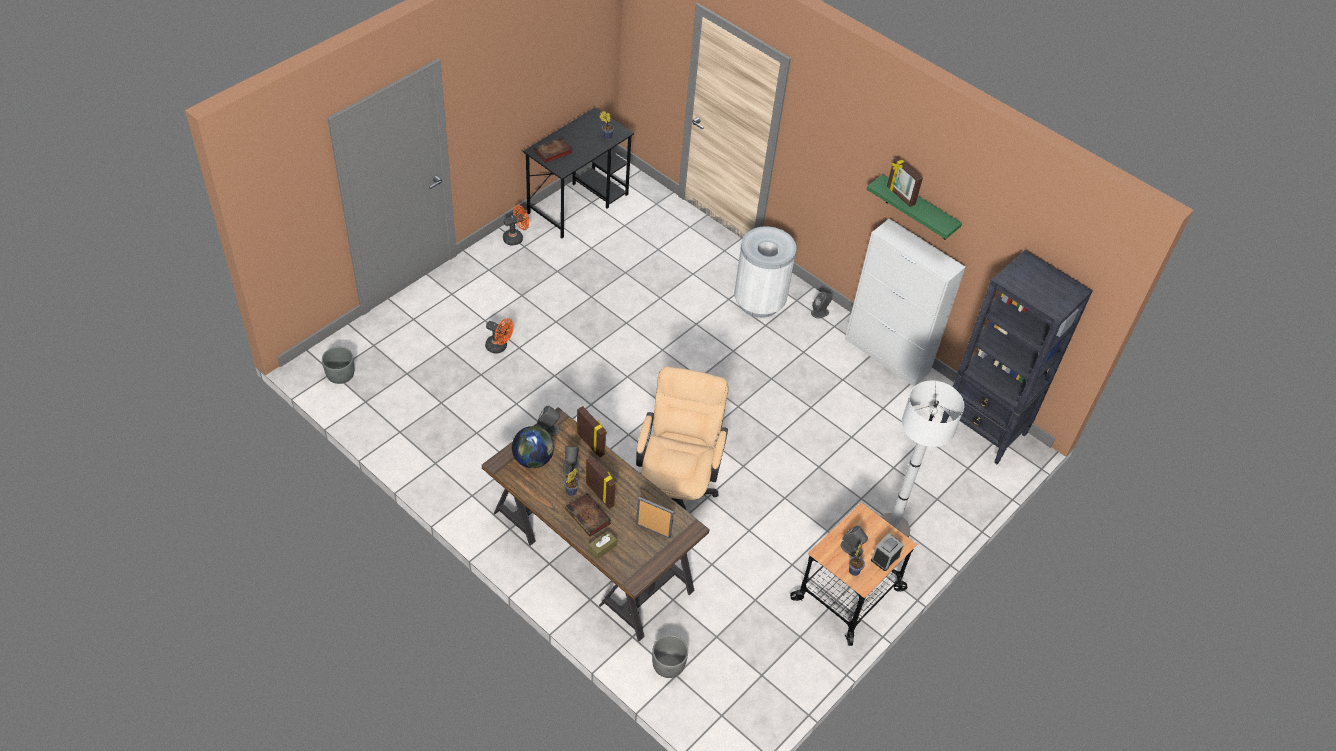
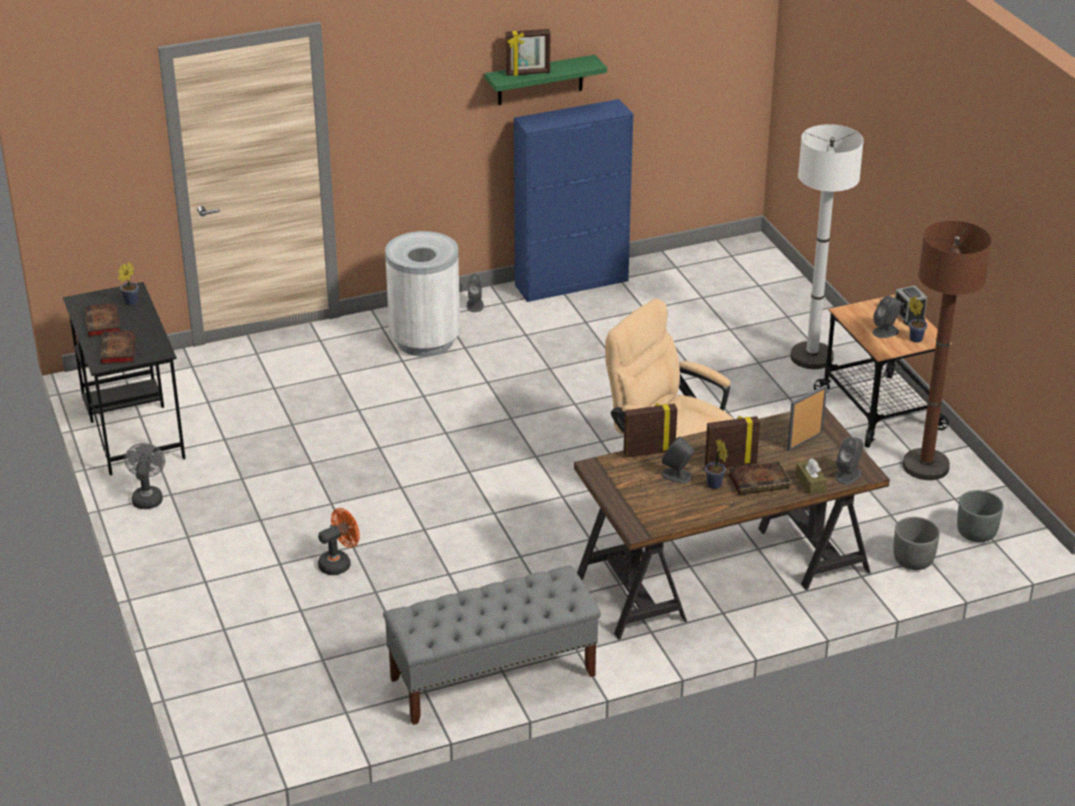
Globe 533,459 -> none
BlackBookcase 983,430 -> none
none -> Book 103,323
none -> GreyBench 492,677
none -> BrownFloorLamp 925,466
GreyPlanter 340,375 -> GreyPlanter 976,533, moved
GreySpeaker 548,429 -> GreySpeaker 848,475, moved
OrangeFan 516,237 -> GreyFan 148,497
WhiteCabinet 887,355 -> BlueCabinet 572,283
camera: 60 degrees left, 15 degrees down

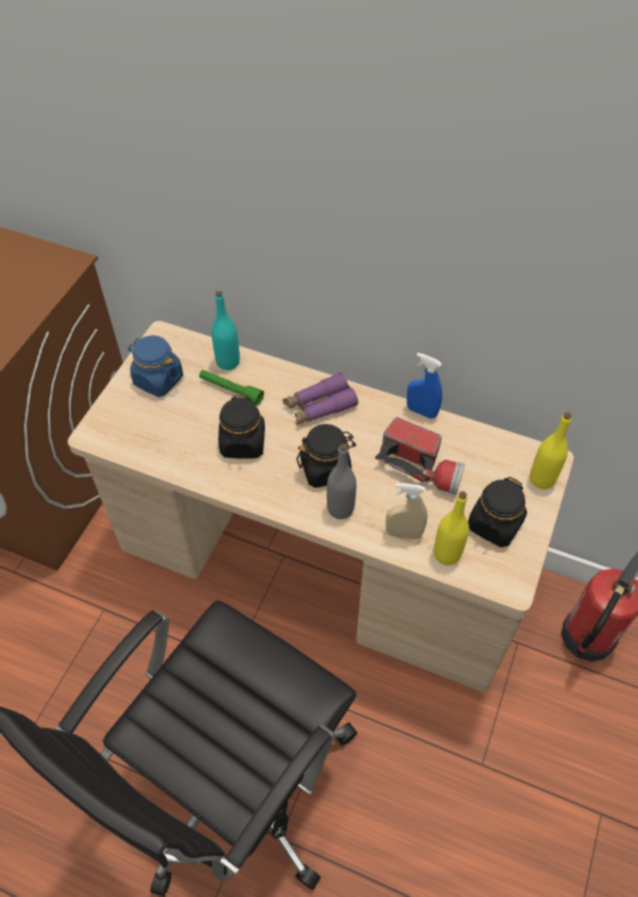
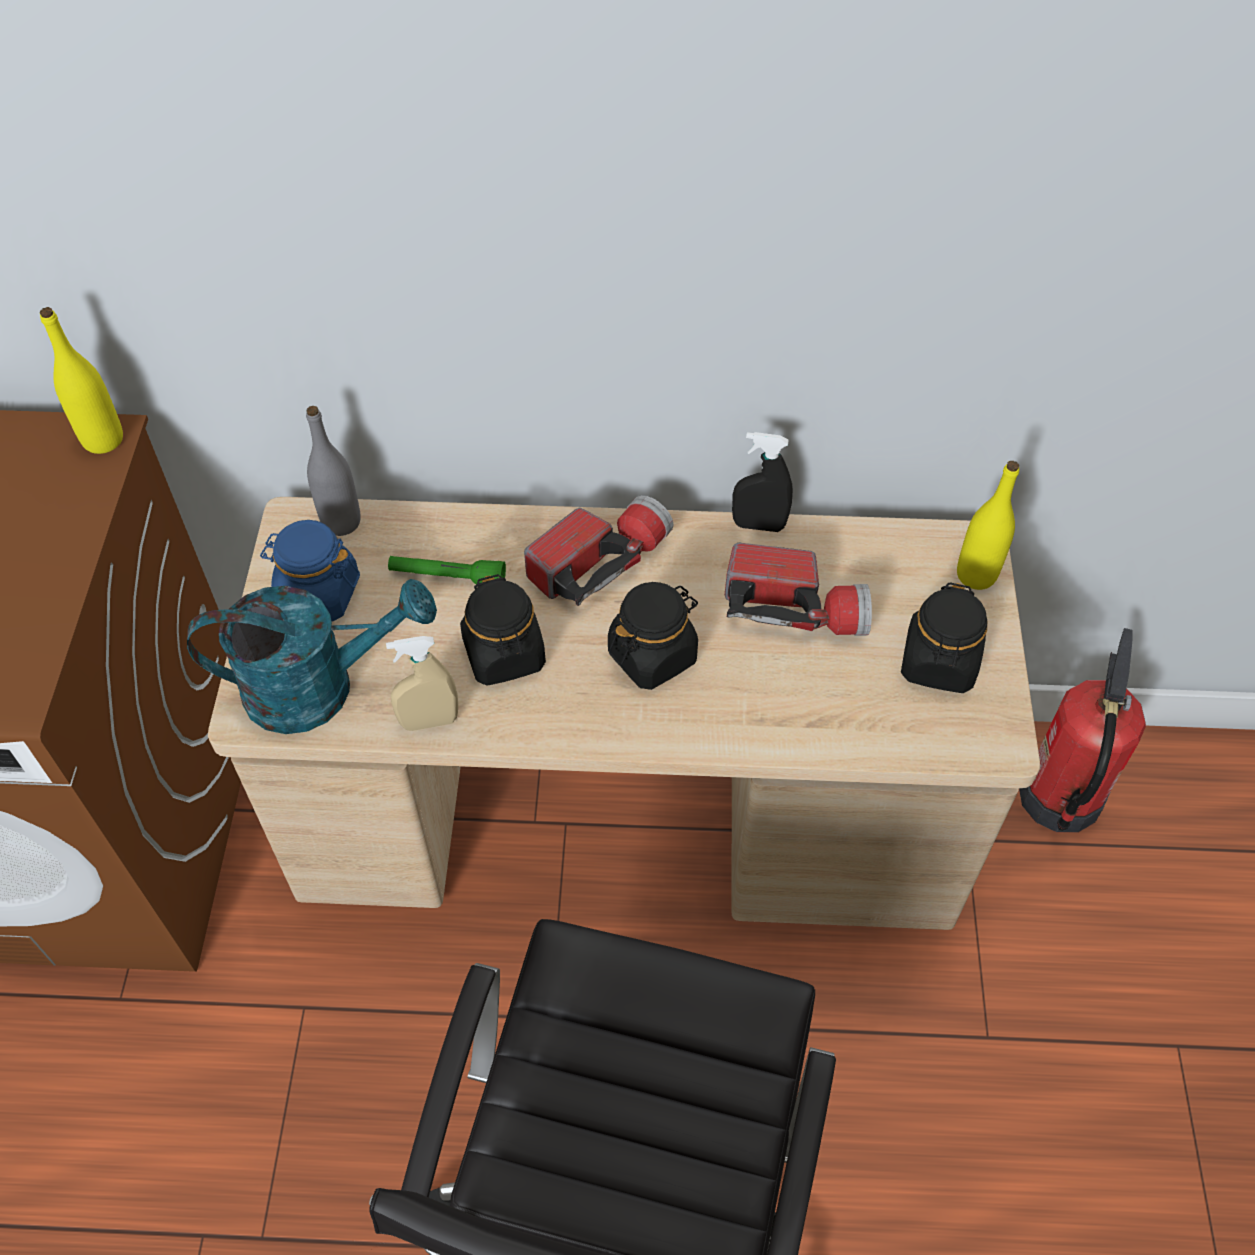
TurquoiseBottle 228,362 -> none
none -> TurquoiseWateringCan 319,686
GreyBottle 340,508 -> GreyBottle 341,522, moved
BeigeSprayBottle 404,533 -> BeigeSprayBottle 429,721, moved
YellowBottle 447,554 -> YellowBottle 103,439, moved
PurpleBinoculars 319,406 -> Flashlight 599,561
BlueSprayBottle 421,411 -> BlackSprayBottle 758,525
camera: 20 degrees left, 0 degrees up

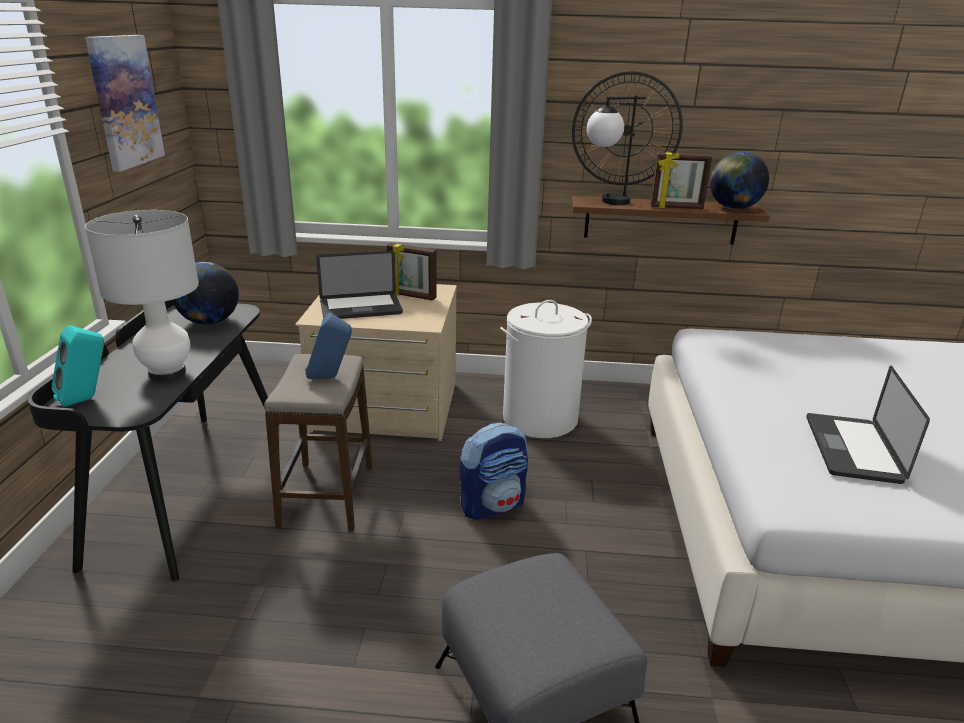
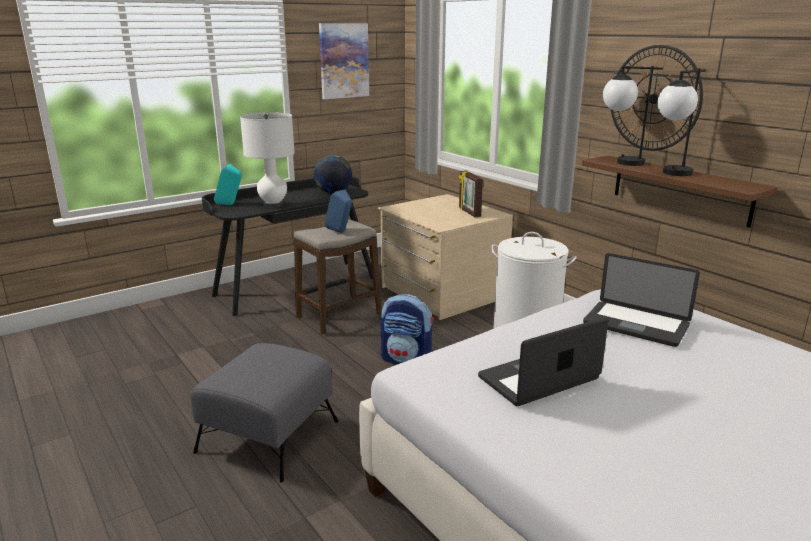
Globe 733,208 -> none
Laptop 361,308 -> Laptop 635,325, moved
PictureFrame 676,208 -> TableLamp 670,174
camera: 50 degrees right, 5 degrees down

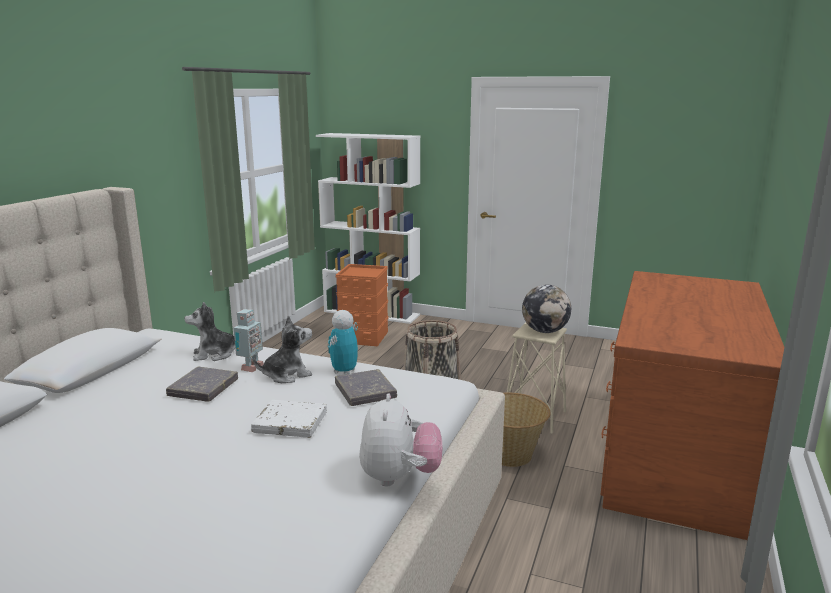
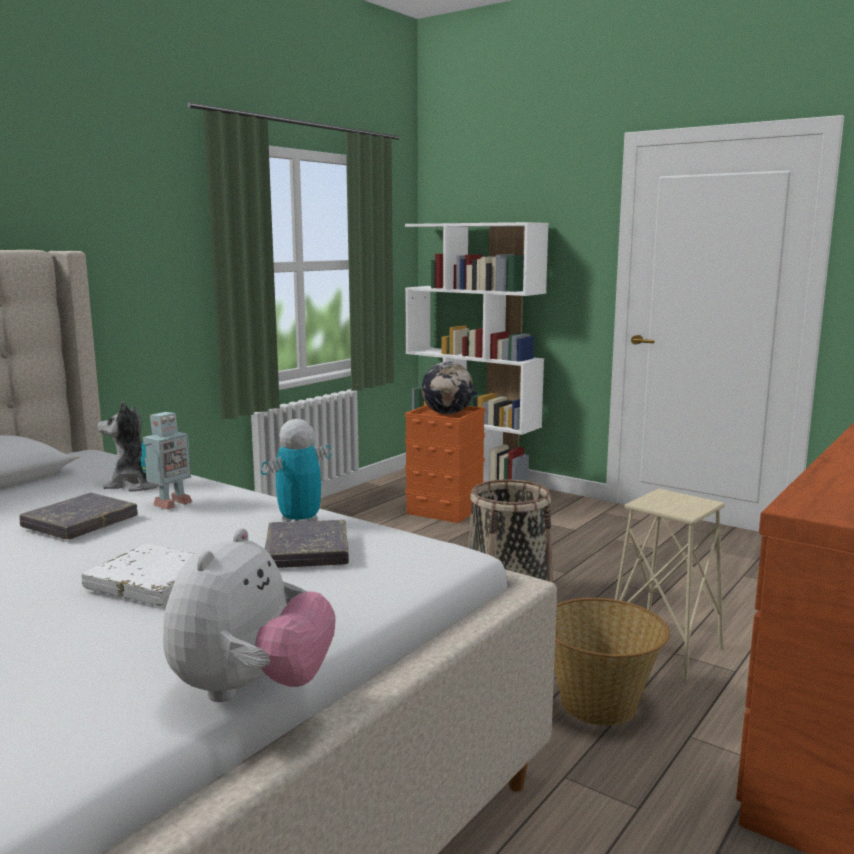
PlushToy 287,375 -> none
Globe 545,331 -> Globe 447,413, moved
camera: 15 degrees right, 5 degrees down

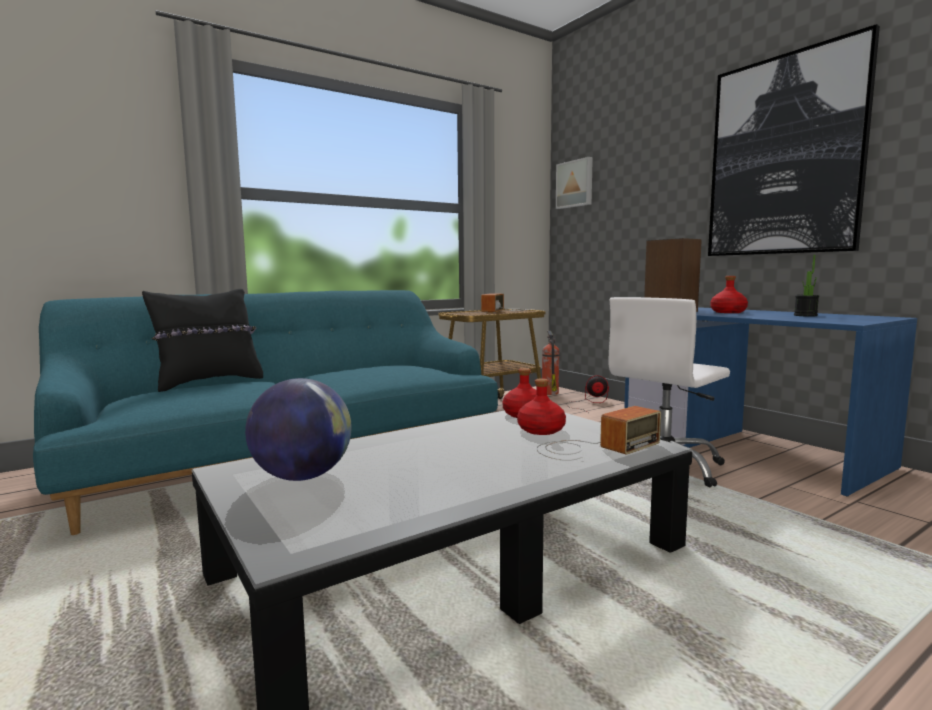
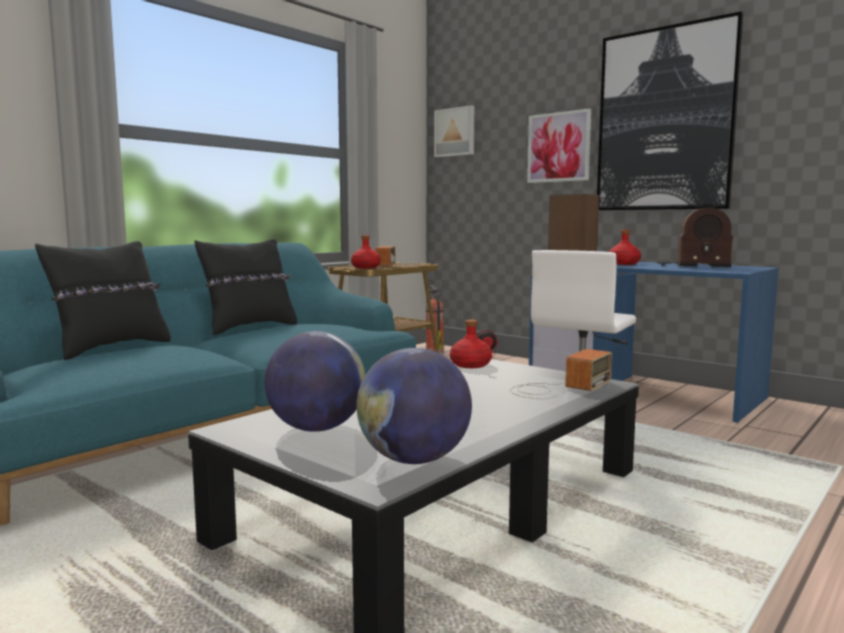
none -> BlackPillow 249,327
none -> Globe 414,460
none -> Picture 558,147
RedBottle 541,430 -> RedBottle 366,267, moved
PottedPlant 805,315 -> Radio 692,266
camera: 15 degrees left, 0 degrees up

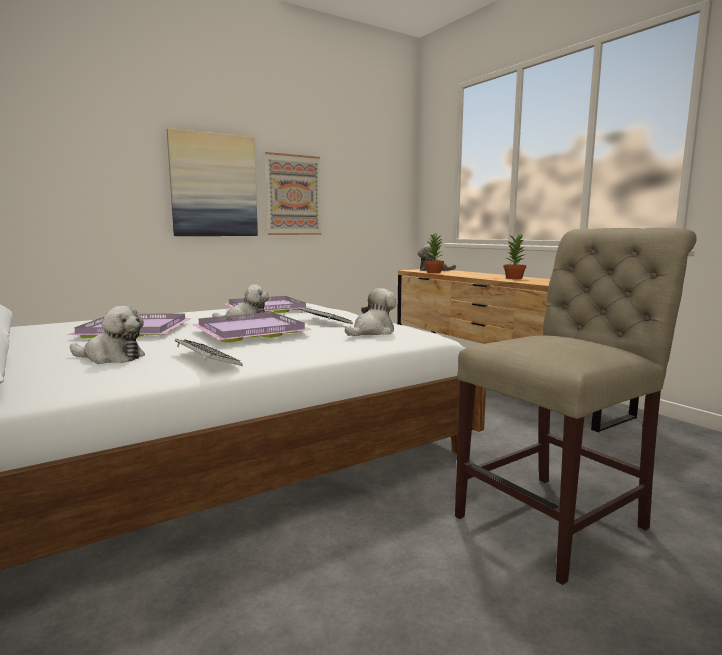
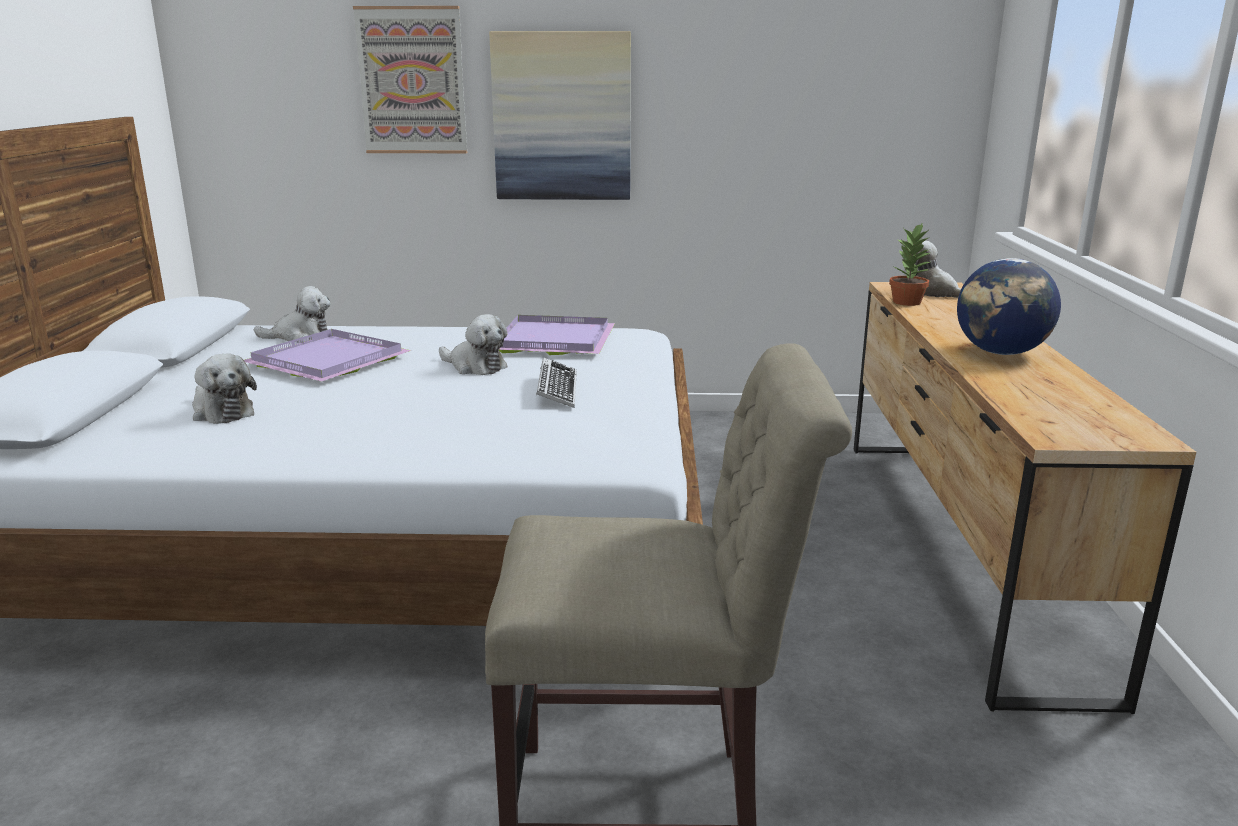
Keyboard 206,359 -> none
PurpleTray 249,331 -> none
Picture 293,195 -> Picture 412,81, moved
PlushToy 372,332 -> PlushToy 300,336, moved
PottedPlant 514,278 -> Globe 1001,353
camera: 35 degrees right, 10 degrees up

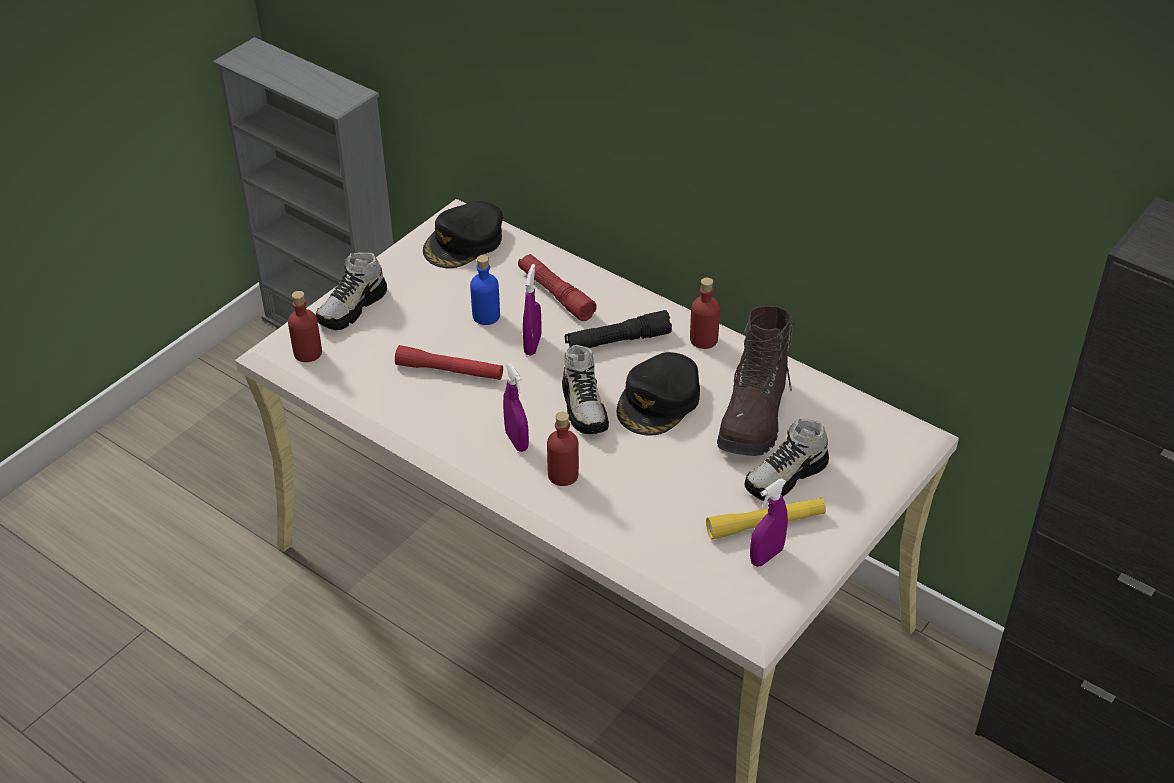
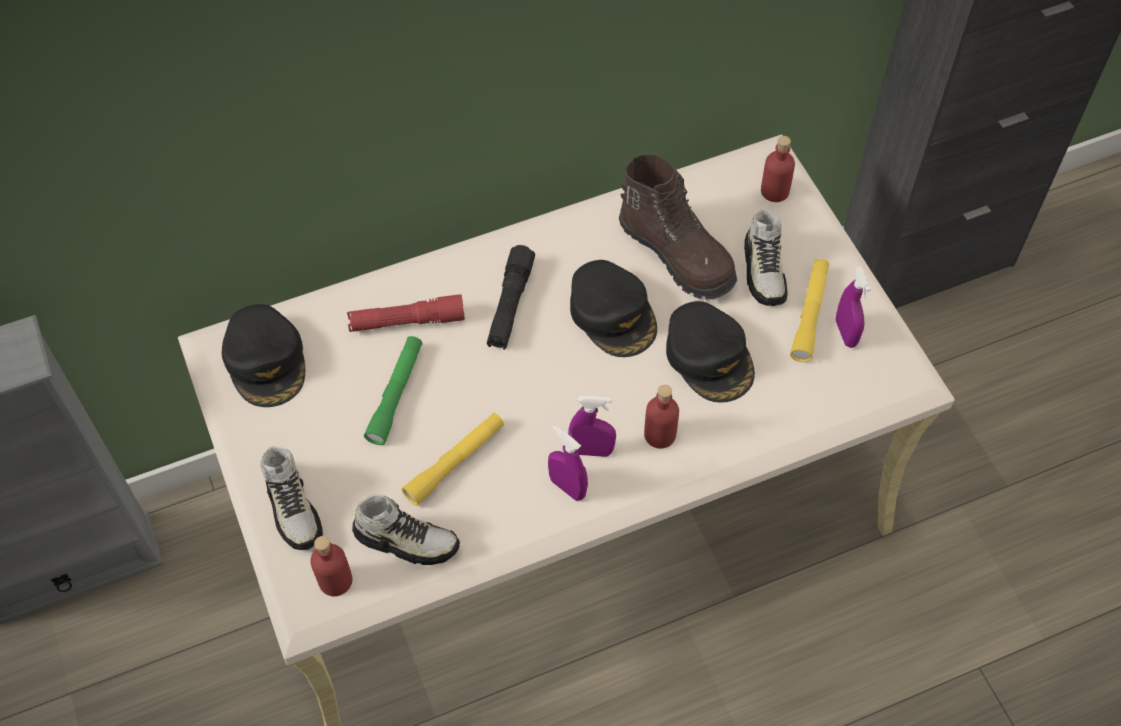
none -> BlackCap 710,357
PurpleSprayBottle 532,345 -> PurpleSprayBottle 567,487, moved
Shoe 584,407 -> Shoe 407,540, moved
RedBottle 703,339 -> RedBottle 774,191, moved
BlueBottle 486,316 -> GreenFlashlight 396,394
RedFlashlight 449,371 -> YellowFlashlight 455,462
camera: 60 degrees left, 15 degrees up

